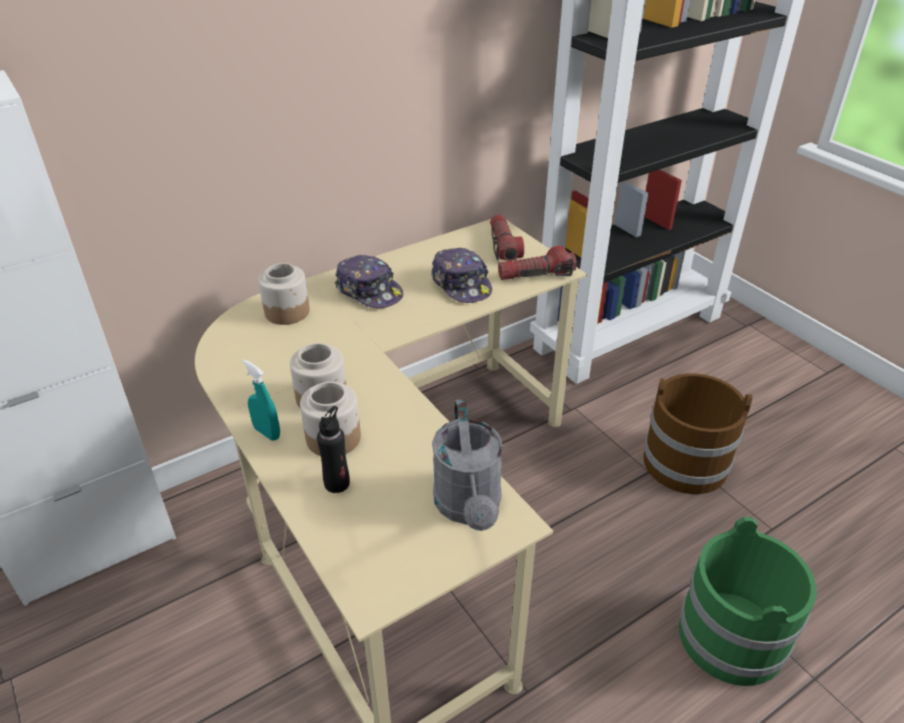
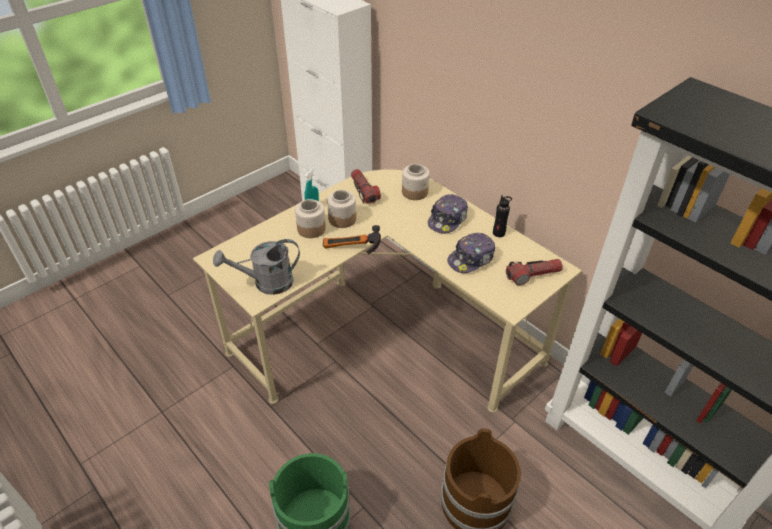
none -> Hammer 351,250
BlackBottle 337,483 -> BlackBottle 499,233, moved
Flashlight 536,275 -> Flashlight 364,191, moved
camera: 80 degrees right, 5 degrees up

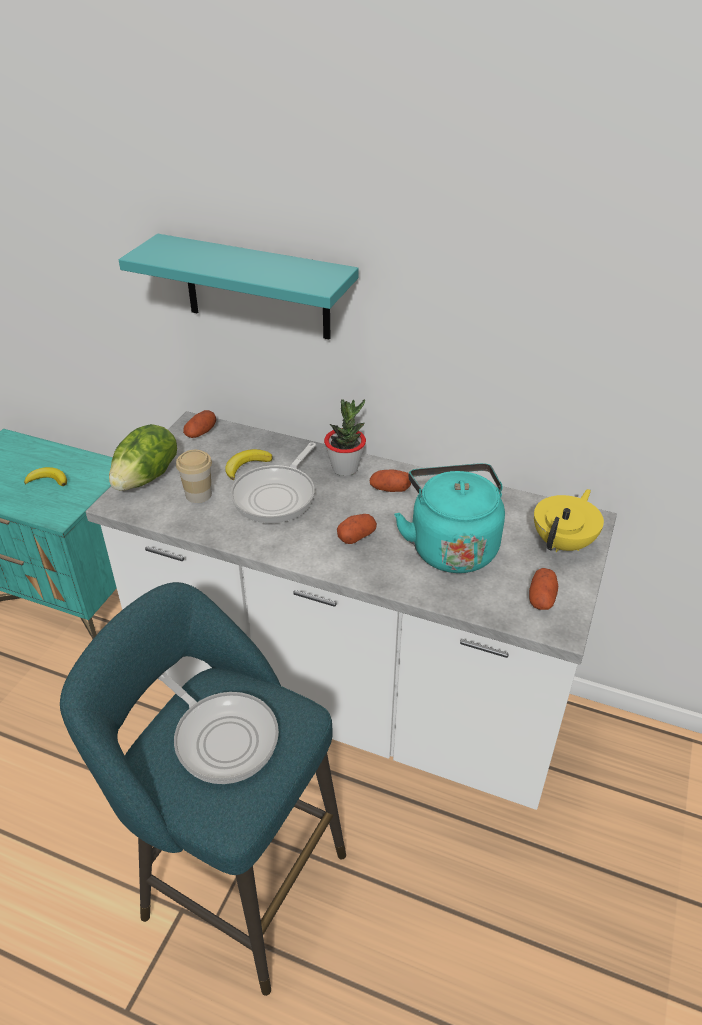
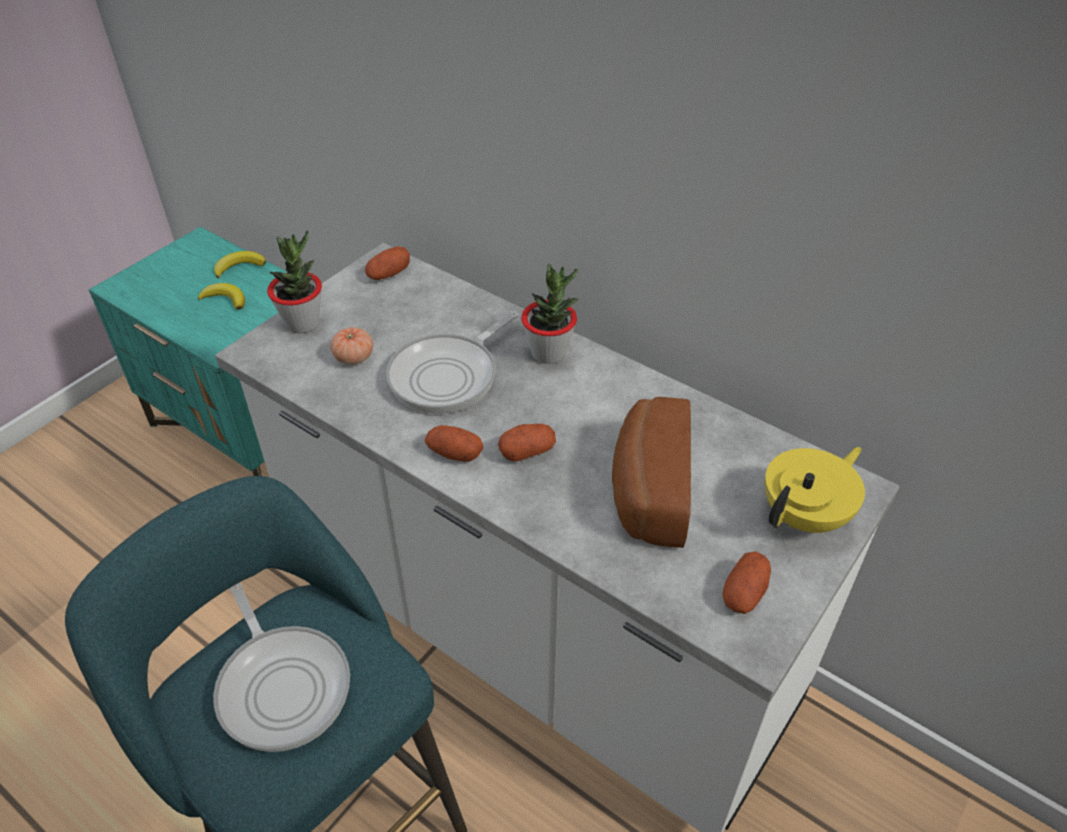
TurquoiseShelf 257,288 -> none
Banana 246,466 -> Banana 239,266, moved
Potato 390,489 -> Potato 454,453, moved
Lettuce 147,477 -> PottedPlant 303,323
Cup 198,494 -> Tomato 354,357
TurquoiseKettle 451,546 -> Bread 647,489
camera: 15 degrees right, 5 degrees up

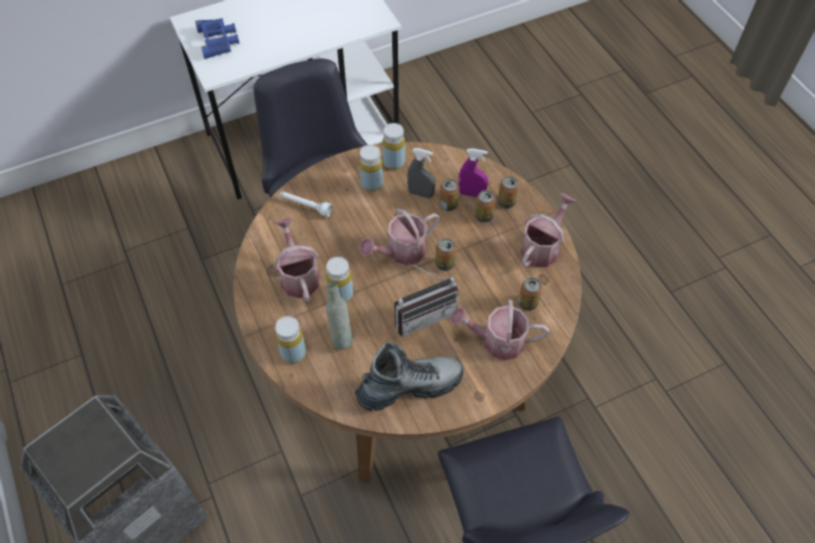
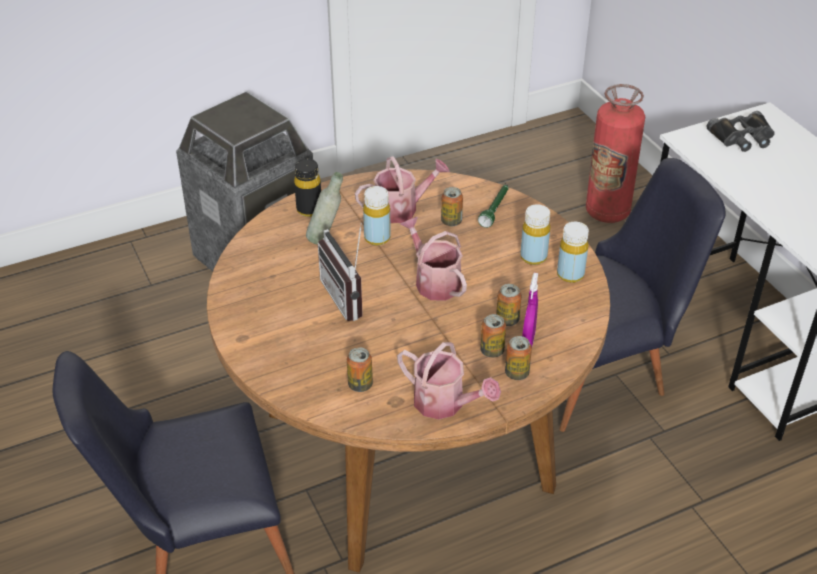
Boot 410,387 -> none
GreySprayBottle 420,193 -> none
WateringCan 497,341 -> none
none -> FireExtinguisher 607,212
Can 444,264 -> Can 451,221, moved
BlueBinoculars 218,40 -> BlackBinoculars 742,137
YellowBottle 293,353 -> BlackBottle 309,210
WhiteFlashlight 306,206 -> GreenFlashlight 495,210
camera: 90 degrees right, 15 degrees down

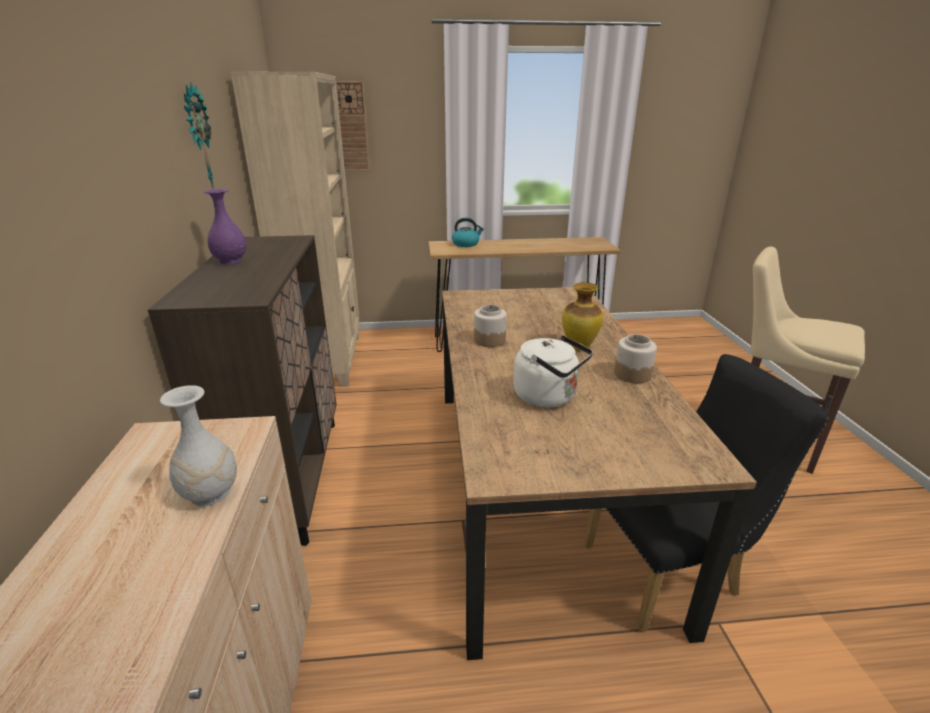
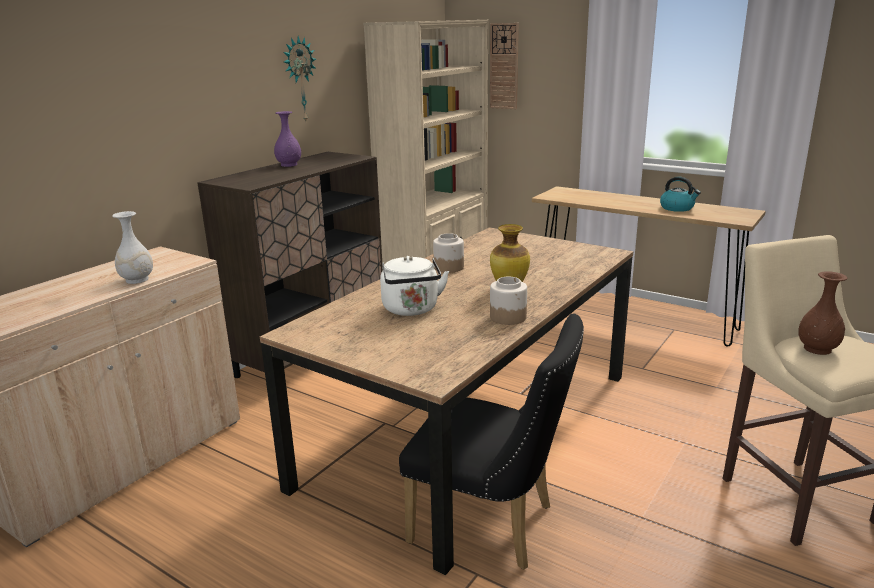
none -> BrownVase 818,349
Kettle 466,244 -> Kettle 677,208, moved
camera: 40 degrees right, 5 degrees down

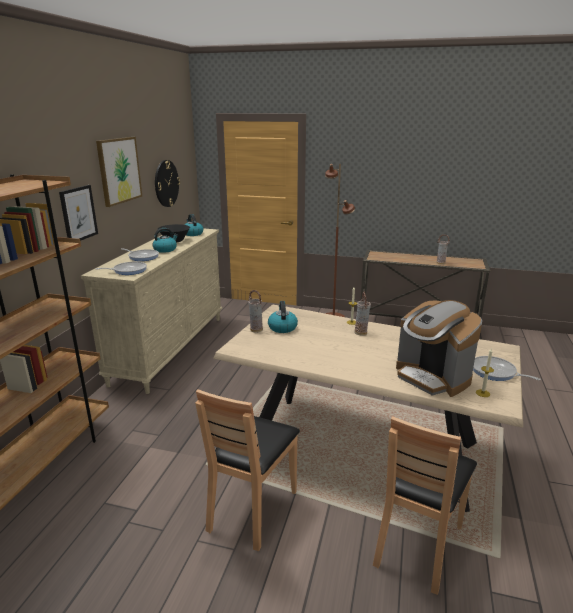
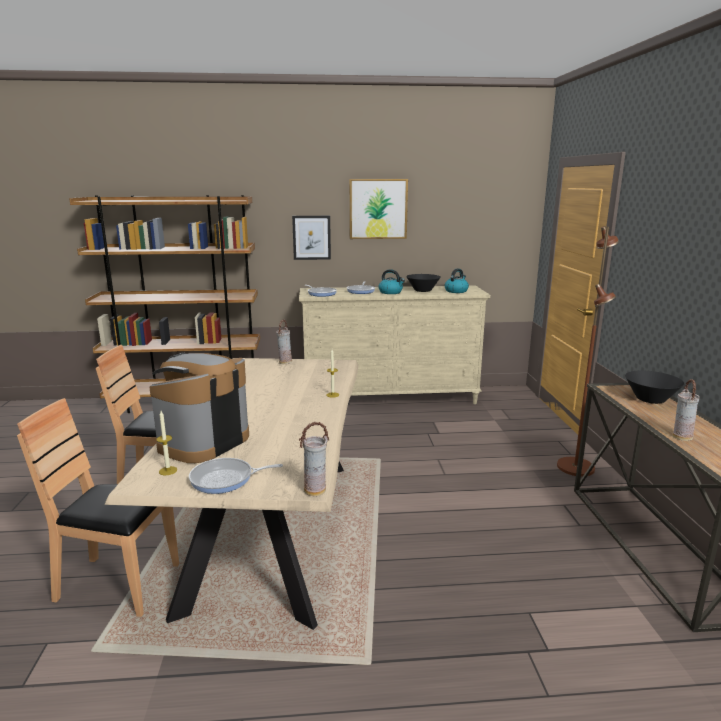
WallClock 166,183 -> none
Kettle 282,327 -> none
none -> BlackBowl 650,399
Vase 361,333 -> Vase 315,491, moved
FryingPan 495,372 -> FryingPan 225,479, 120 degrees counterclockwise
camera: 70 degrees right, 5 degrees down

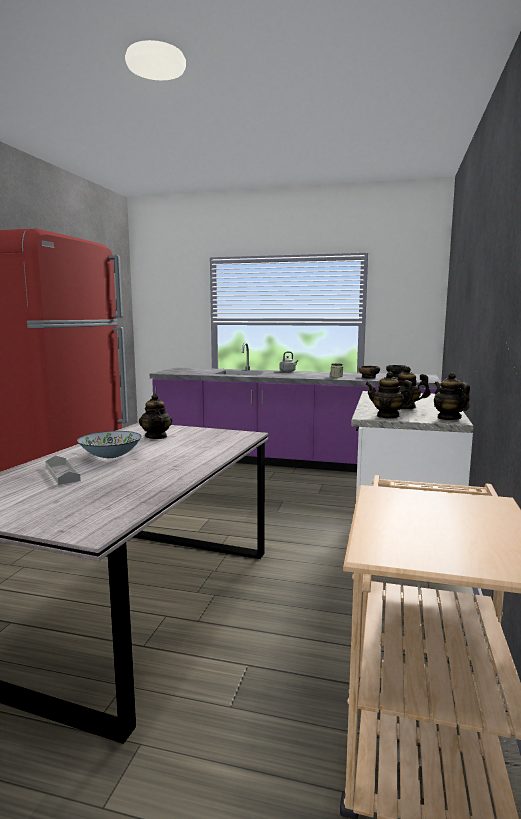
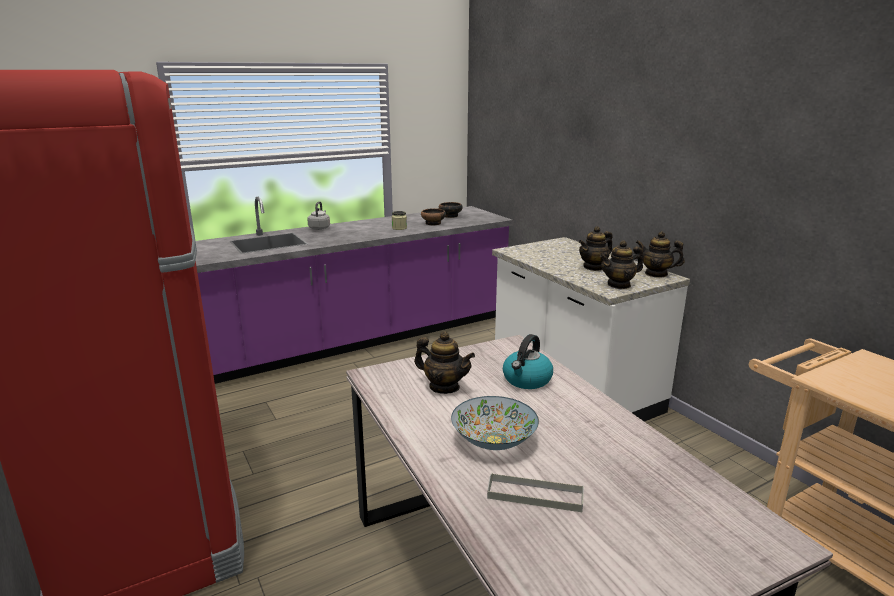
none -> Kettle 527,380
camera: 45 degrees left, 10 degrees up

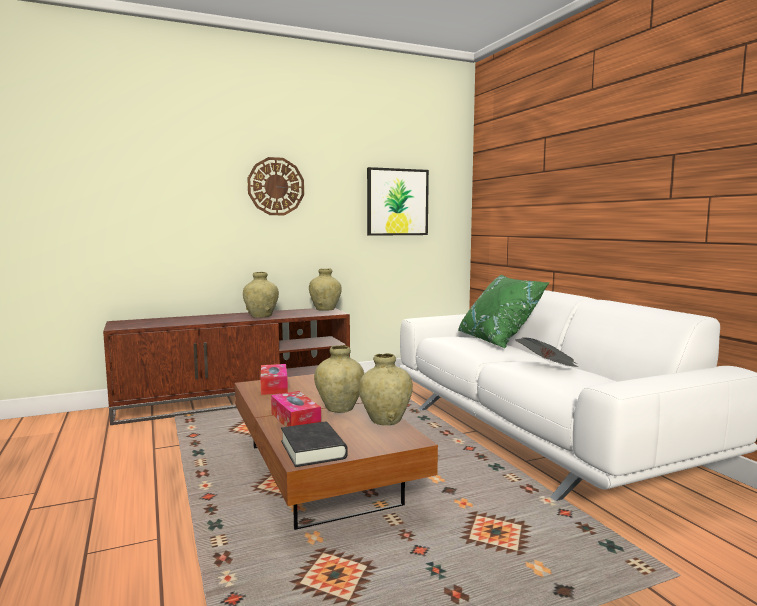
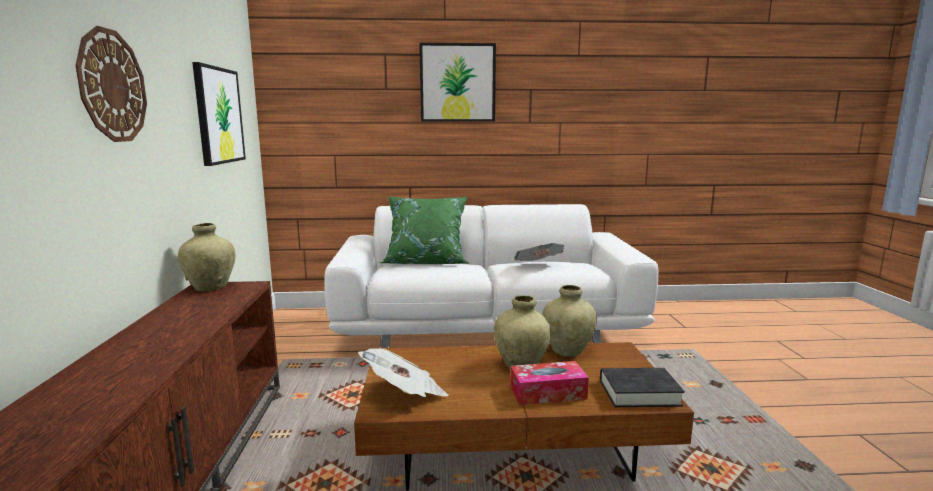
BeigeVase 261,316 -> none
none -> Picture 457,83
TissueBox 274,386 -> Newspaper 405,394
camera: 70 degrees left, 5 degrees up

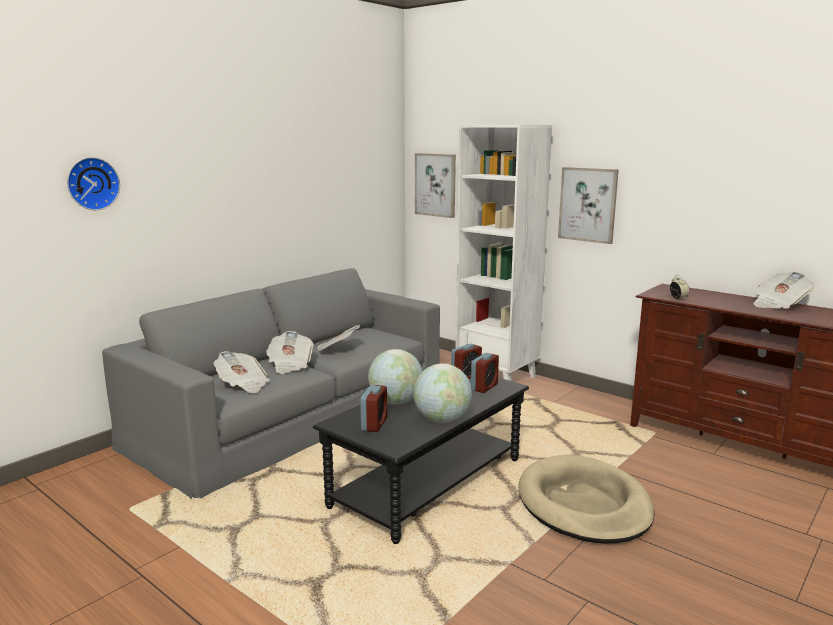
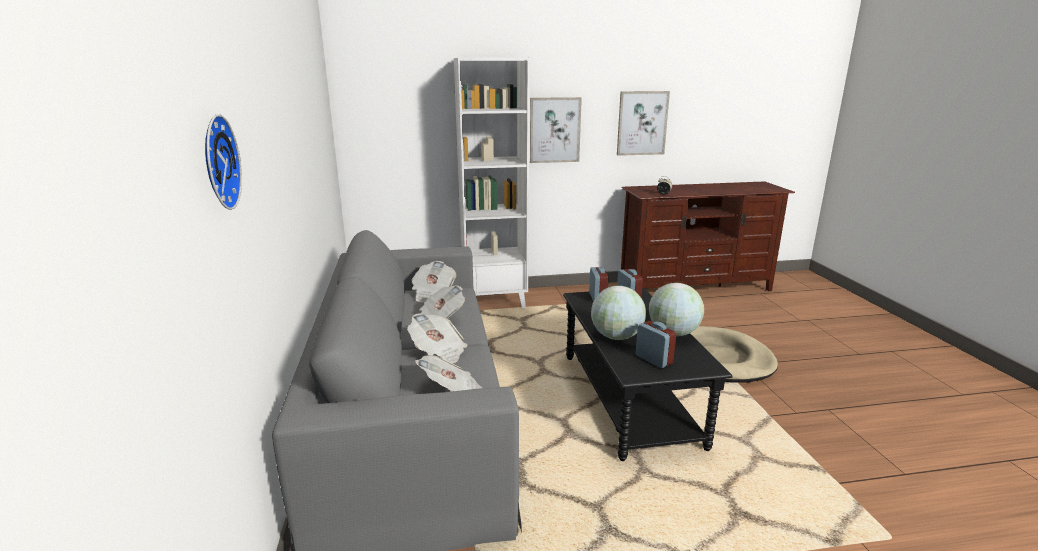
Picture 435,185 -> Picture 642,123, moved
Newspaper 778,305 -> Newspaper 432,293, moved
camera: 50 degrees left, 5 degrees up

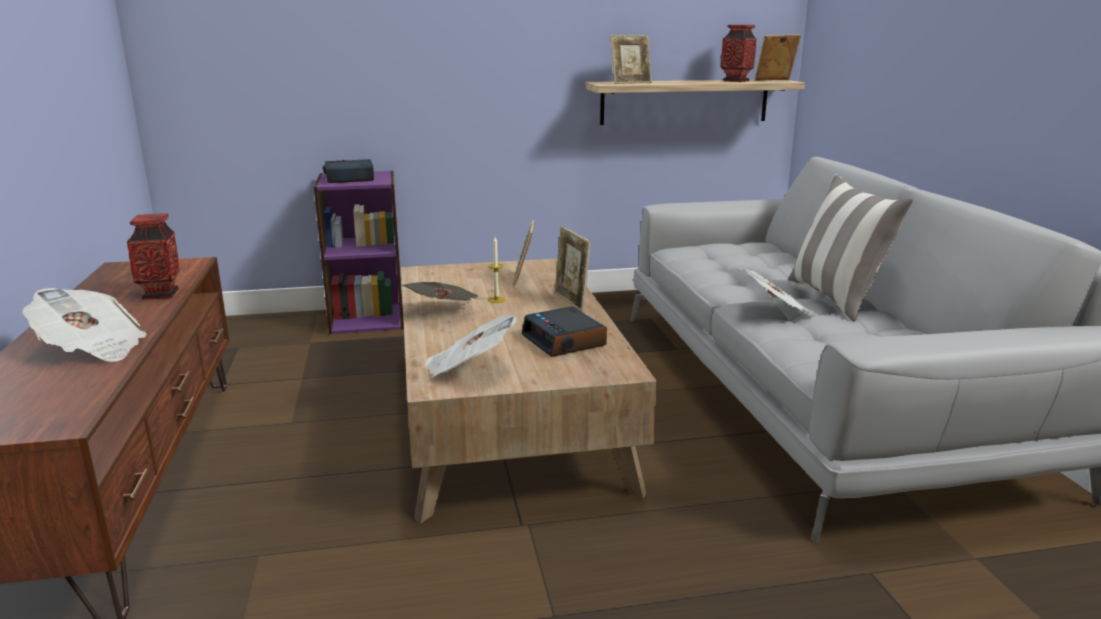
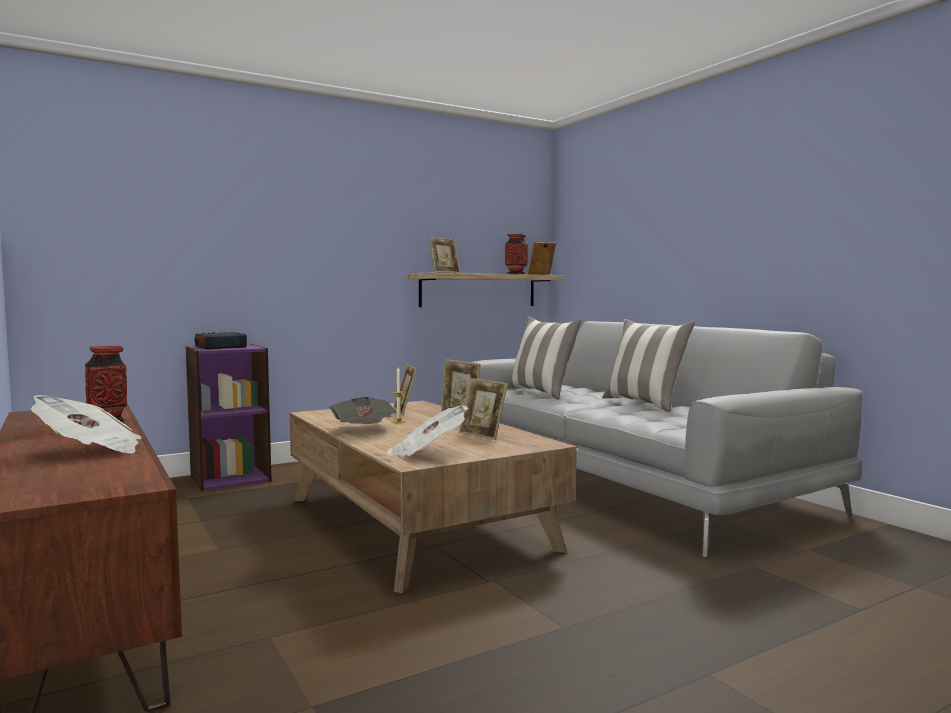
Newspaper 776,311 -> none
none -> Pillow 542,393
AlarmClock 564,340 -> PictureFrame 482,435
camera: 20 degrees left, 15 degrees down

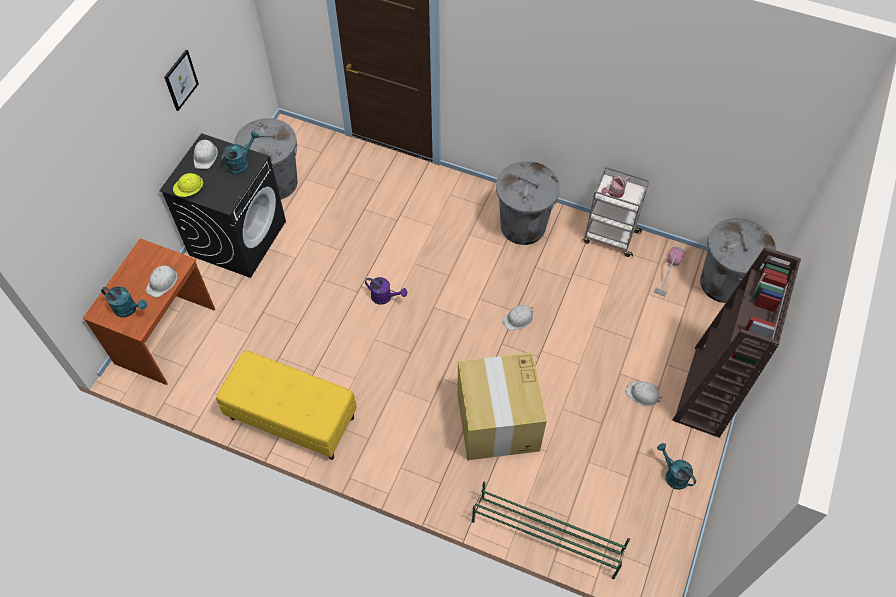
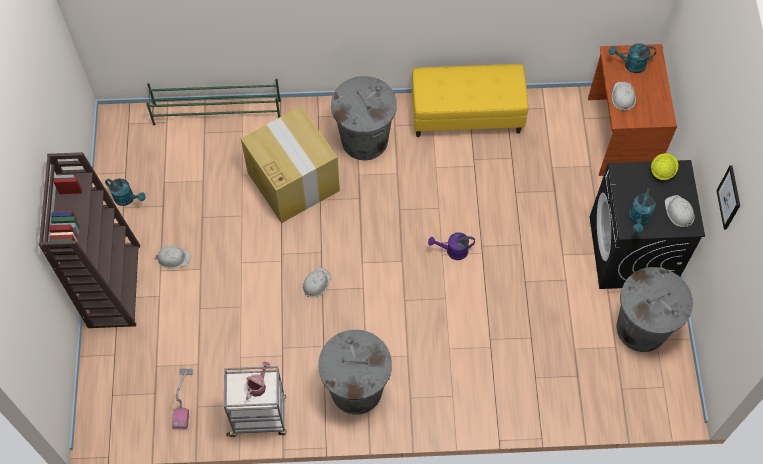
GreyTrashCan 723,283 -> GreyTrashCan 364,139, moved
camera: 155 degrees right, 5 degrees up

